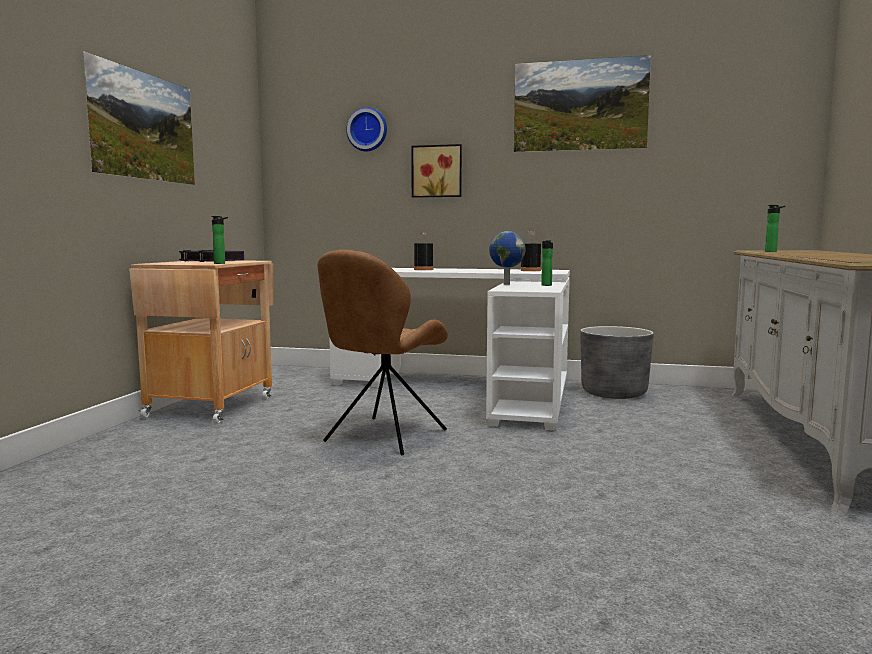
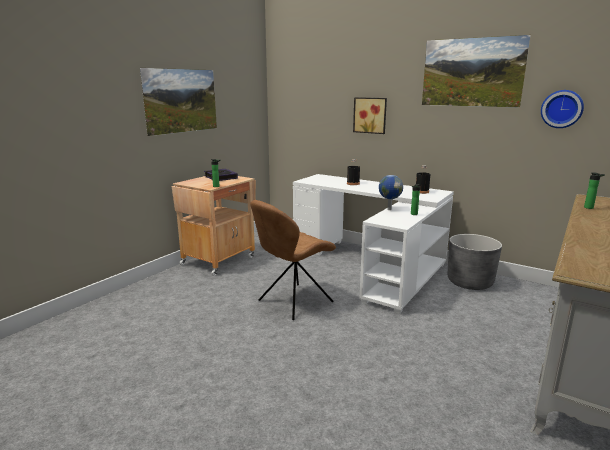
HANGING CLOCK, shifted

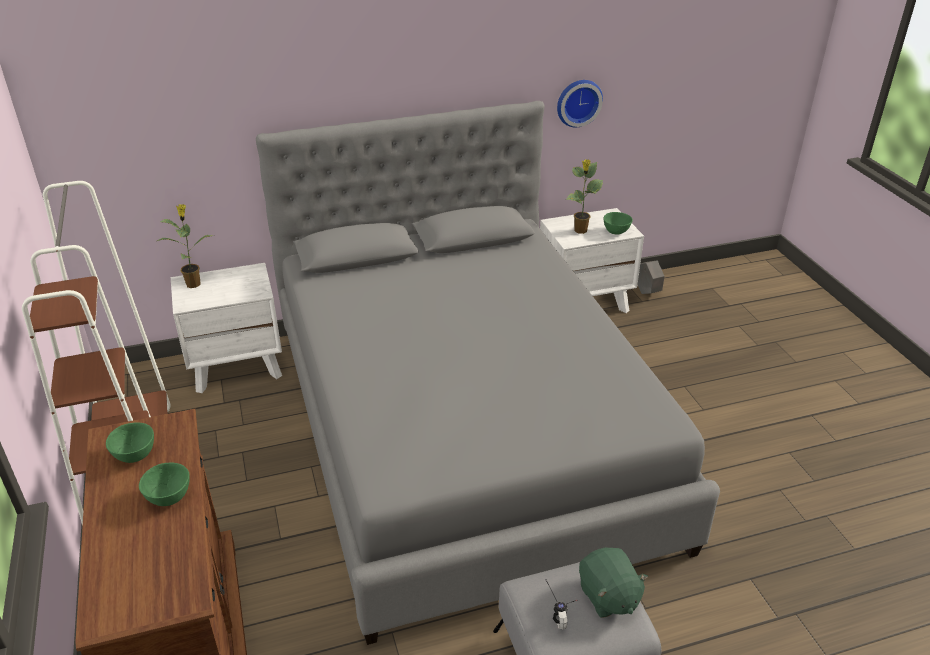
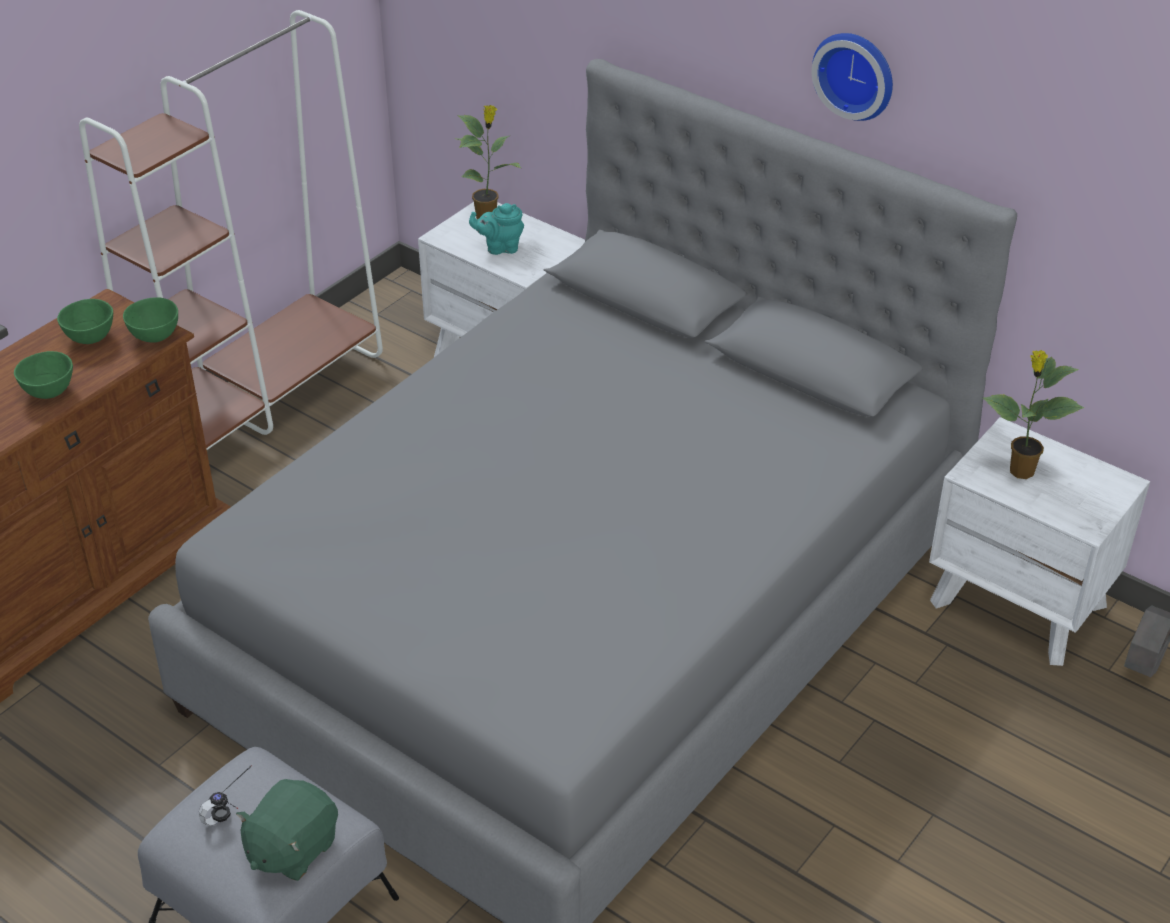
HANGING CLOCK, shifted
GREENISH DEEP DISH (no. 3 from left), shifted
- → TURQUOISE-COLOURED TEAPOT

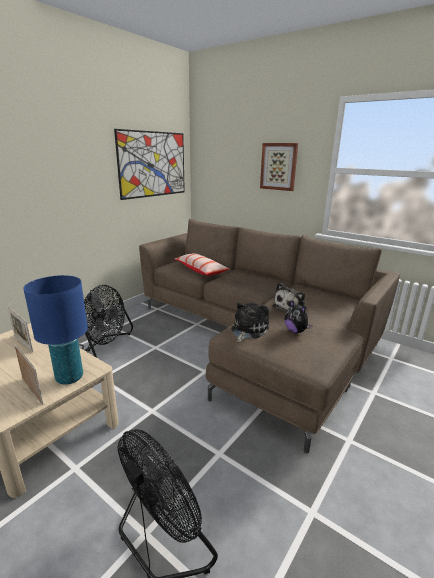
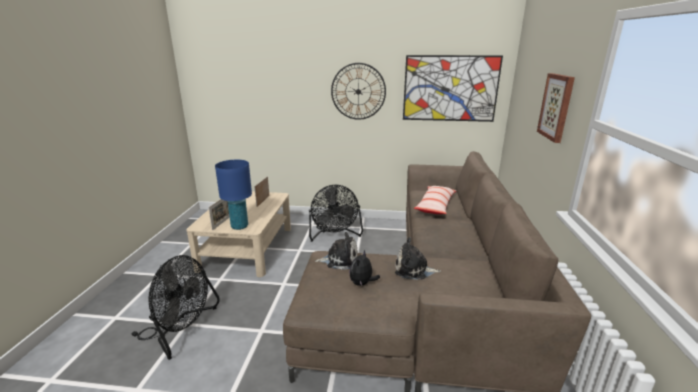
- → HANGING CLOCK

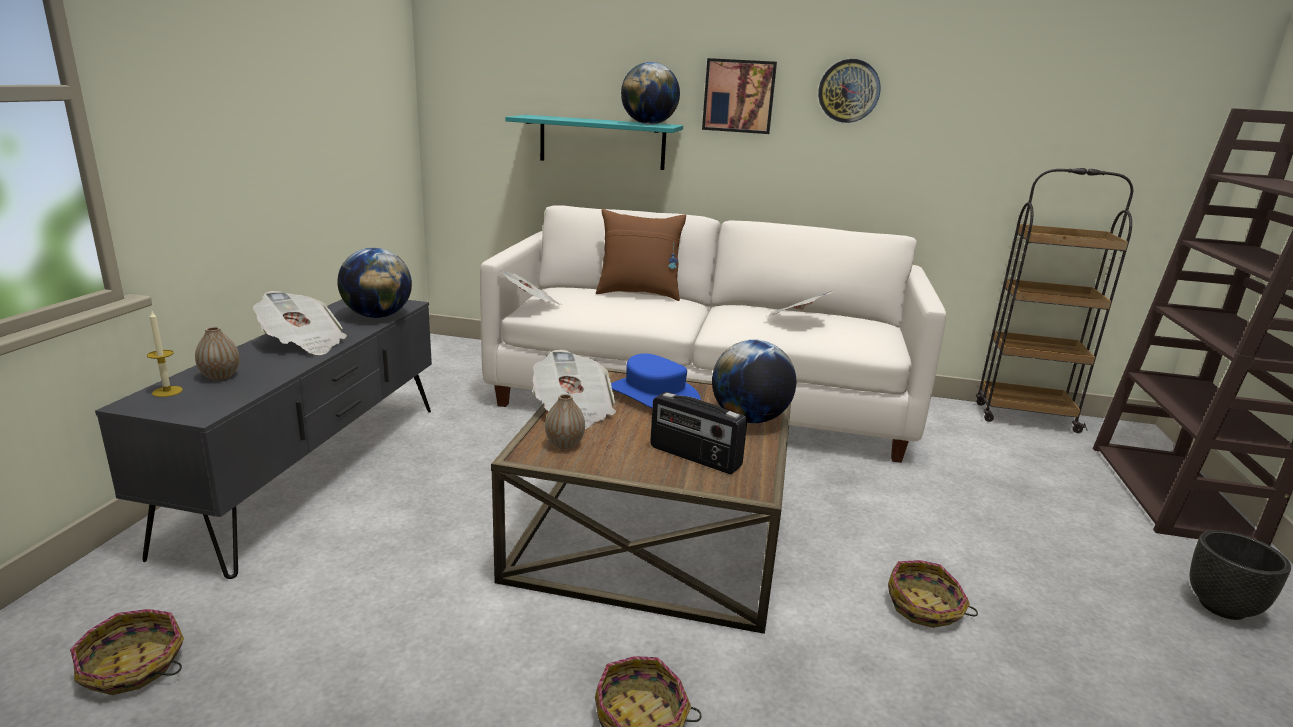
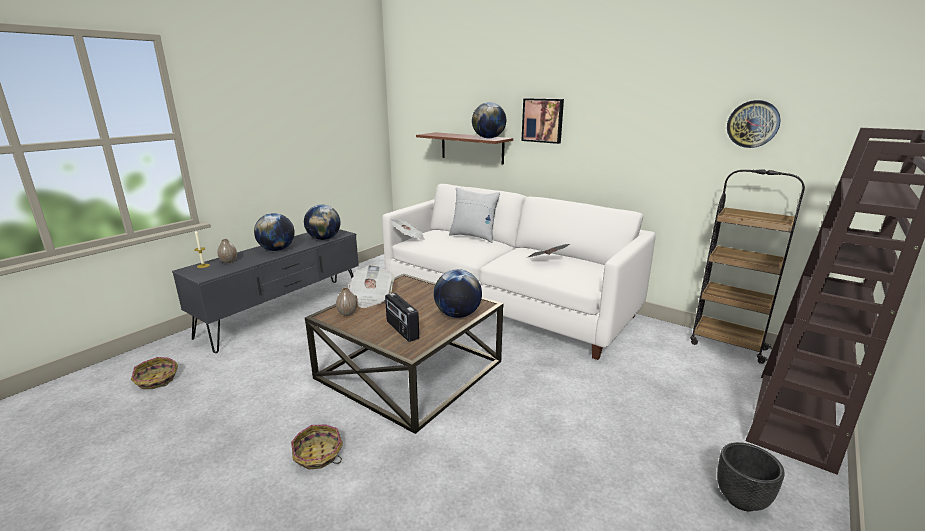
HANGING CLOCK, shifted
TURQUOISE-COLOURED BRACKET SHELF → BROWNISH BRACKET SHELF
BROWNISH THROW PILLOW → GREY THROW PILLOW
DAILY PAPER (no. 1 from left) → DESK GLOBE (no. 1 from left)
BLUE CLOTHING HAT → -
BASKET (no. 3 from left) → -

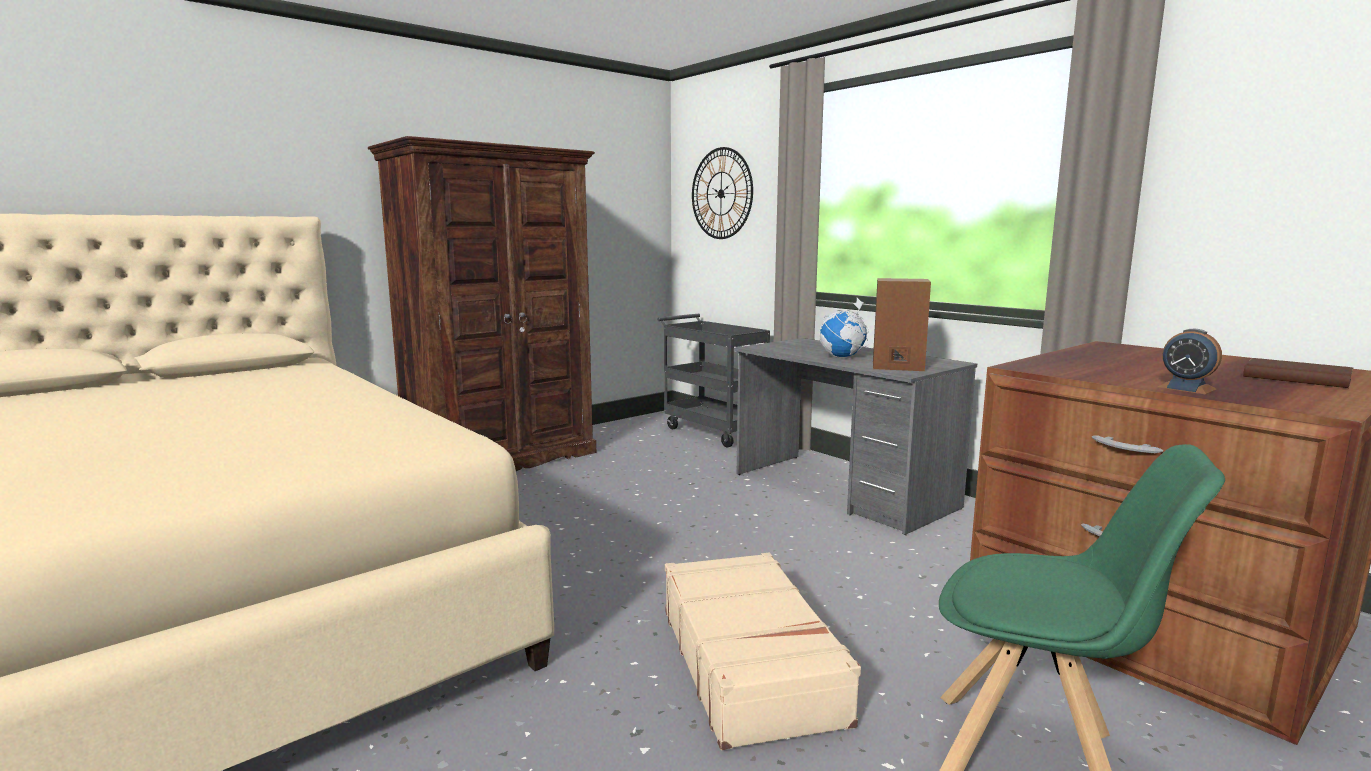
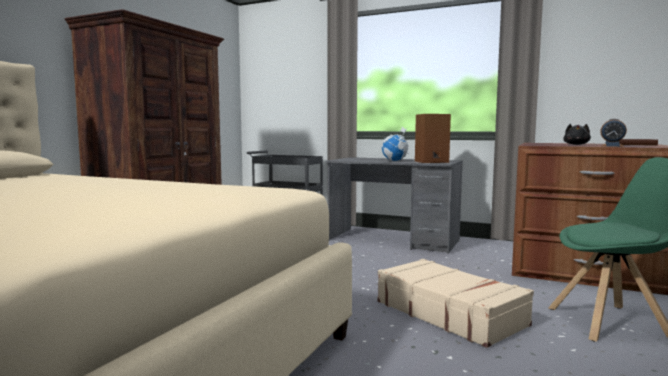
HANGING CLOCK → -
- → BLACK-COLOURED PLUSH TOY

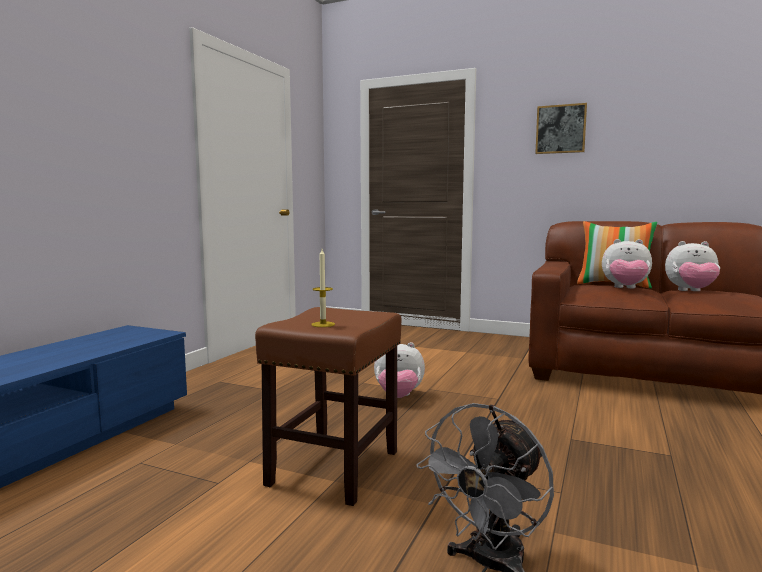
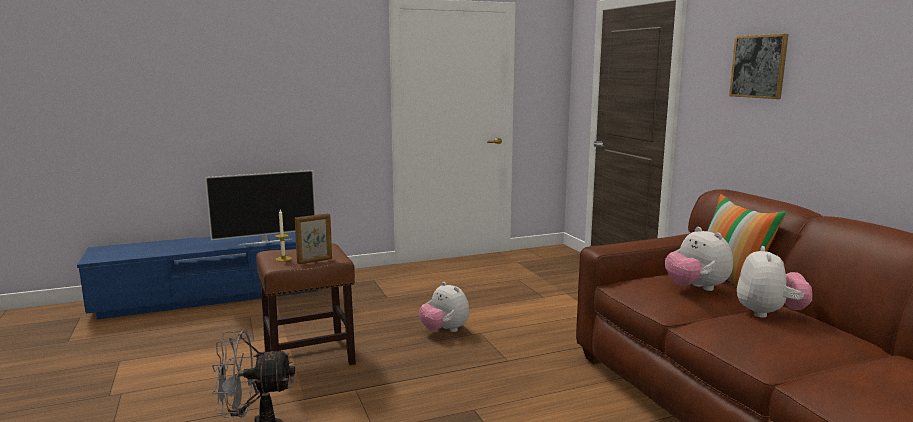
PLUSH TOY (no. 3 from left), 135 degrees counterclockwise
- → TV
- → STANDING FRAME

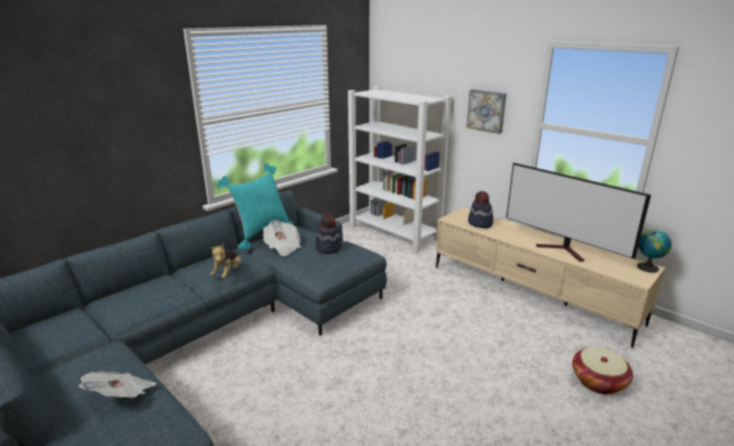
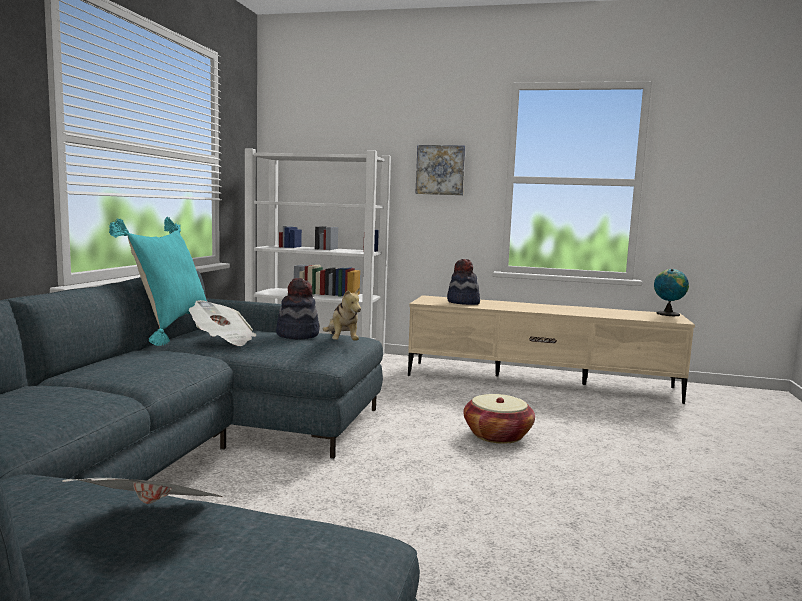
TV → -
PLUSH TOY, shifted
BASKET, shifted

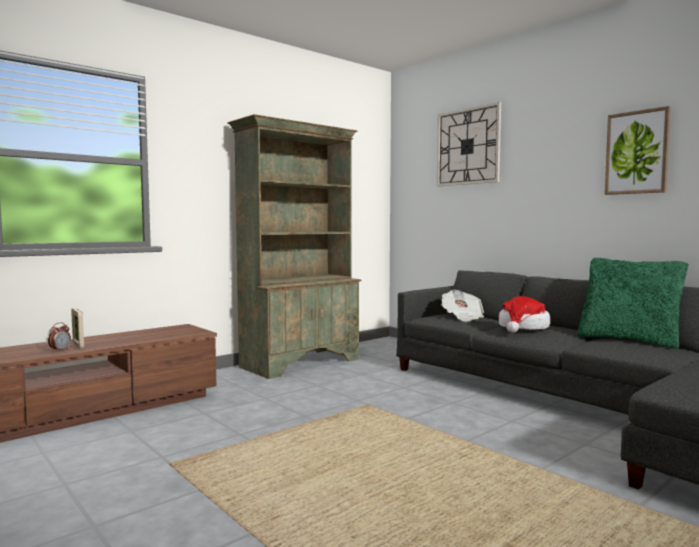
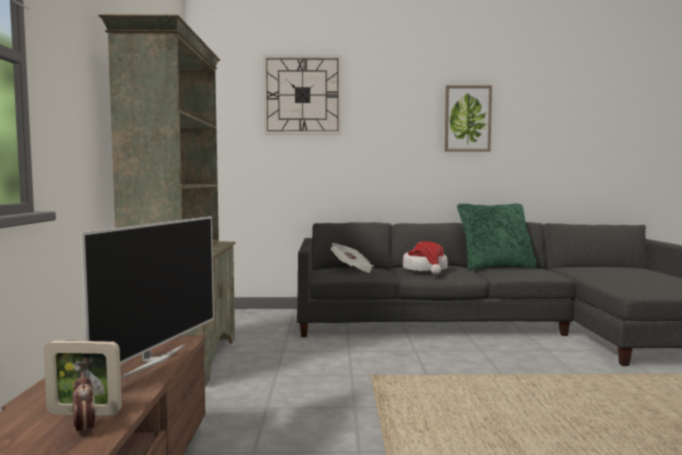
- → TV

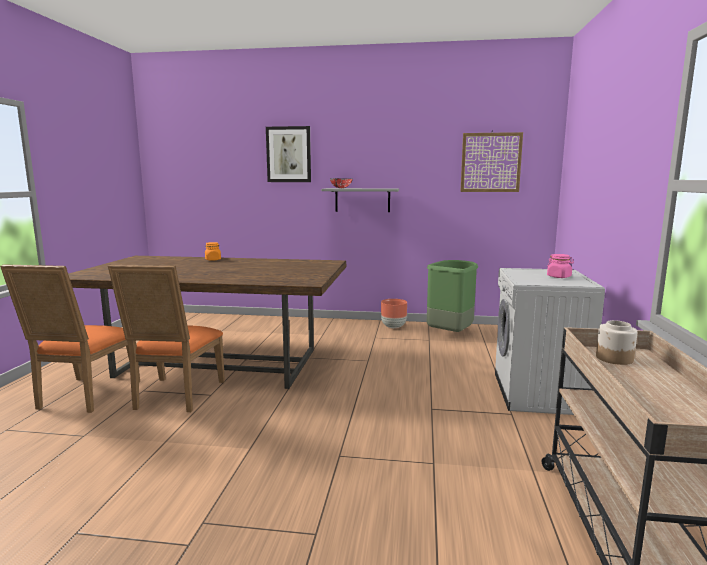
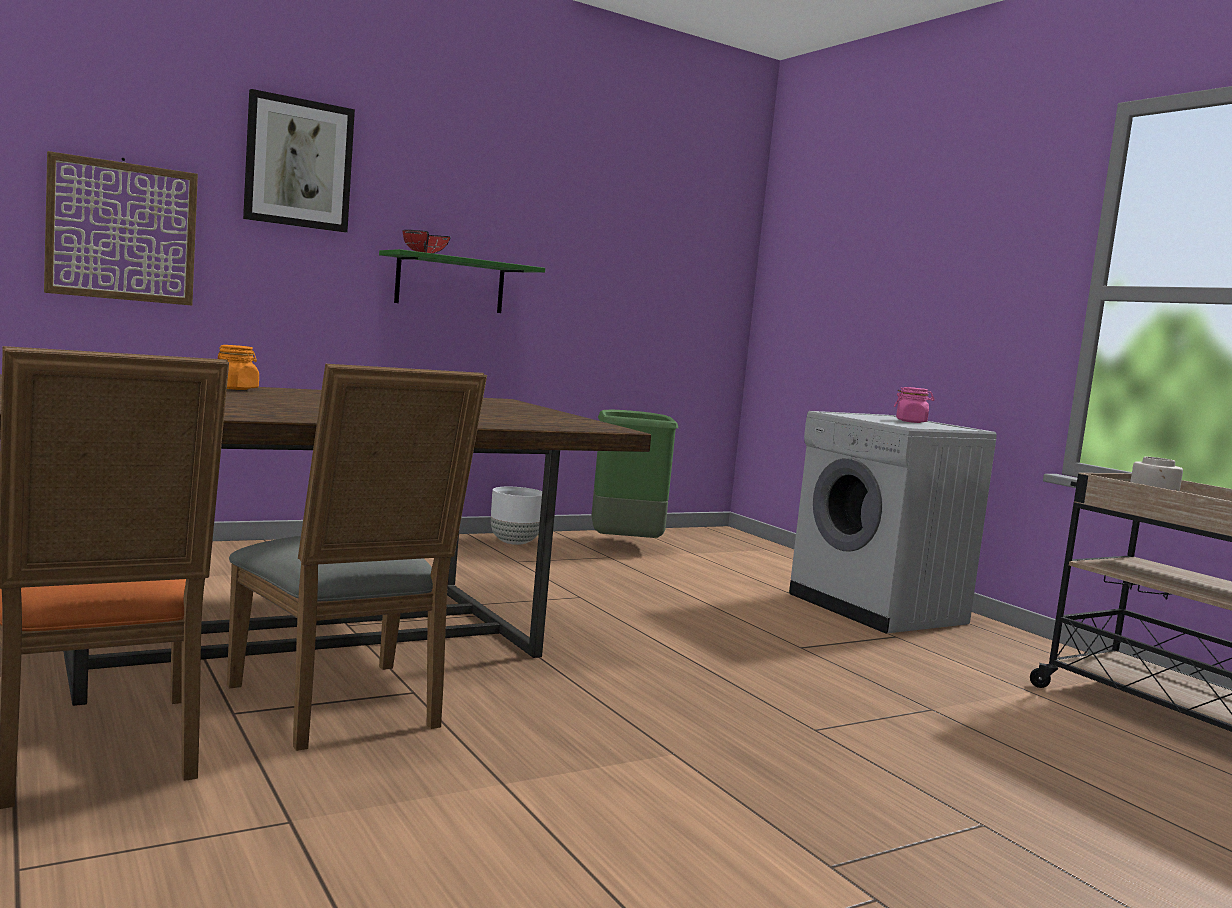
PICTURE (no. 2 from left in the first image) → PICTURE (no. 1 from left), shifted
GREY BRACKET SHELF → GREENISH BRACKET SHELF
ORANGE UPRIGHT CHAIR (no. 2 from left) → GREY UPRIGHT CHAIR
BROWNISH FLOWER POT → WHITISH FLOWER POT

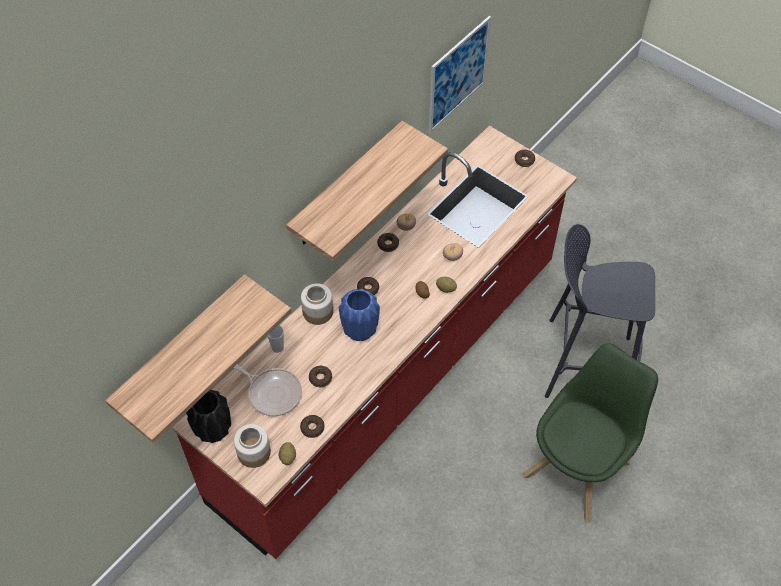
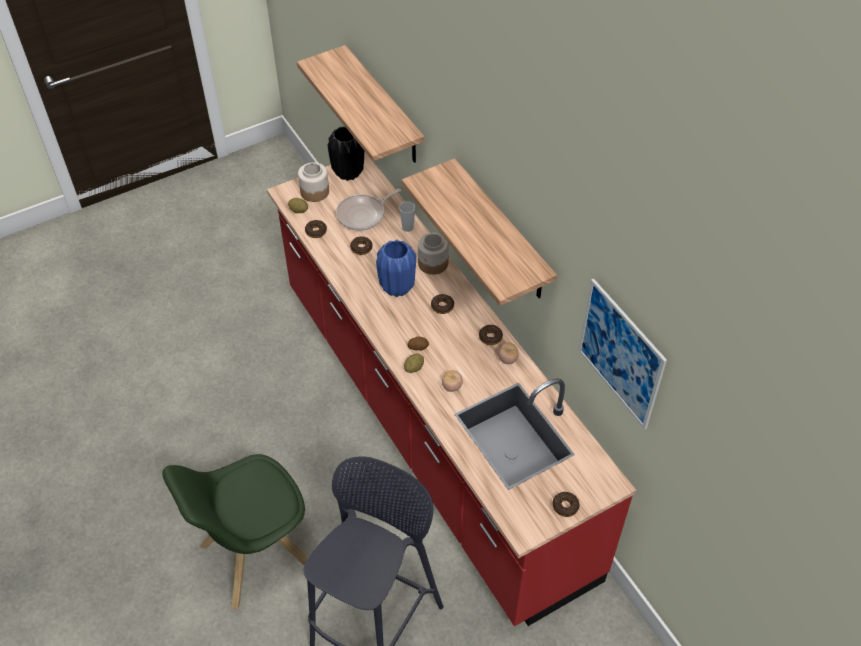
GREENISH UPRIGHT CHAIR, 90 degrees clockwise

